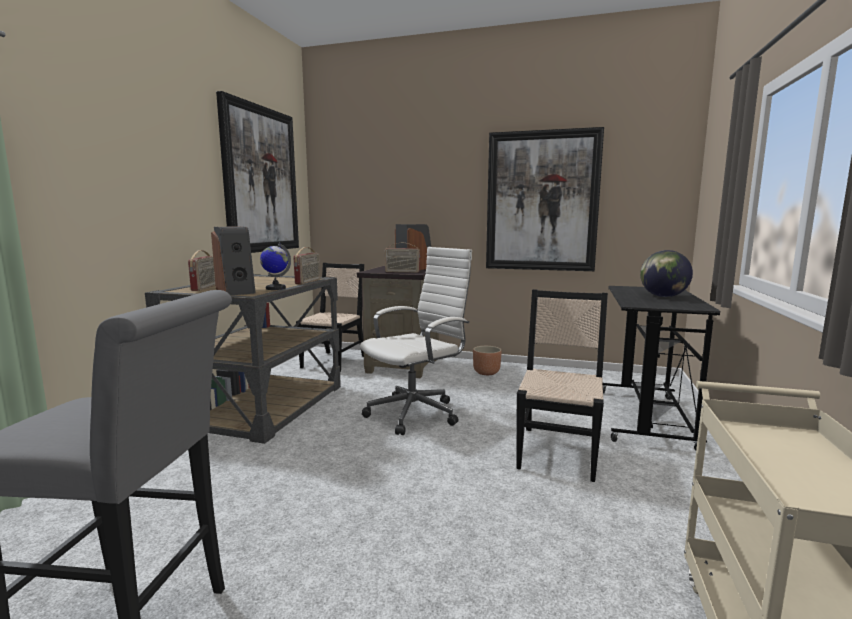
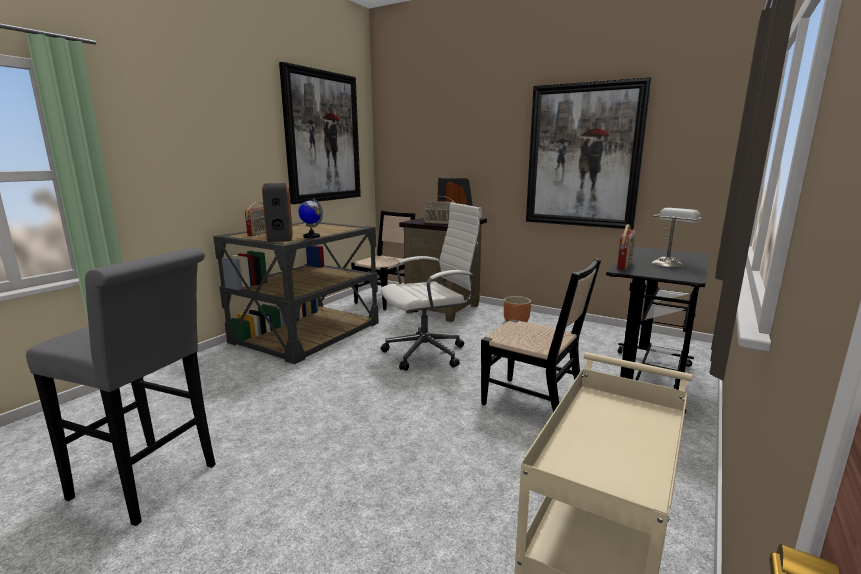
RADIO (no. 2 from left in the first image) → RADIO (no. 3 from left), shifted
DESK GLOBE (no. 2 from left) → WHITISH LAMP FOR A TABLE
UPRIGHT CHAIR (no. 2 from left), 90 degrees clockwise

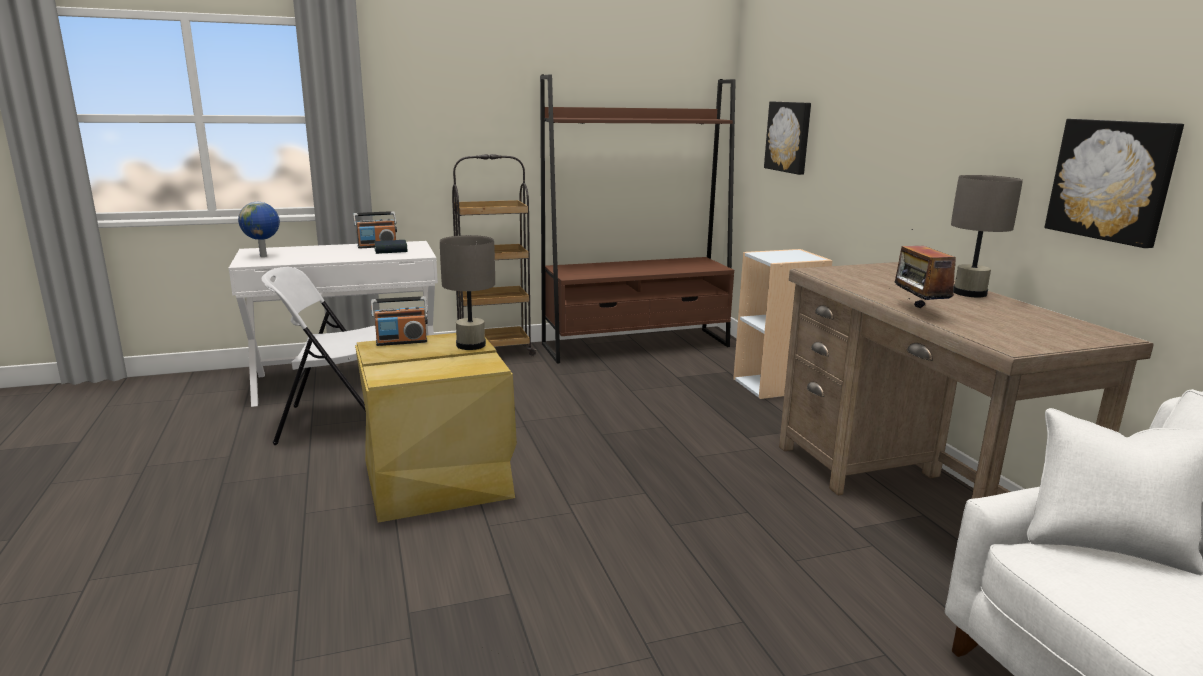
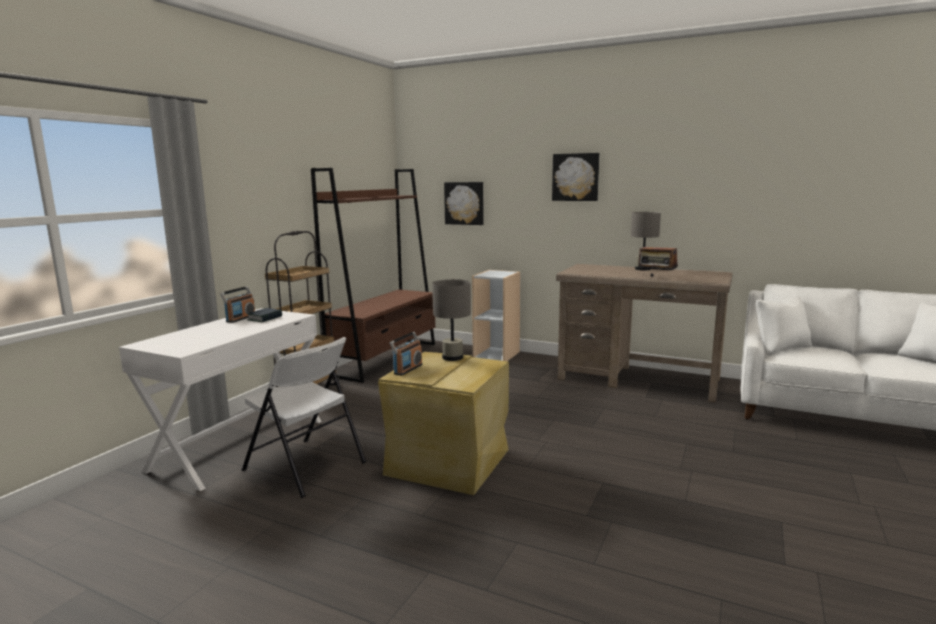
PICTURE (no. 2 from left), shifted
DESK GLOBE → -
WHITISH UPRIGHT CHAIR, 90 degrees counterclockwise

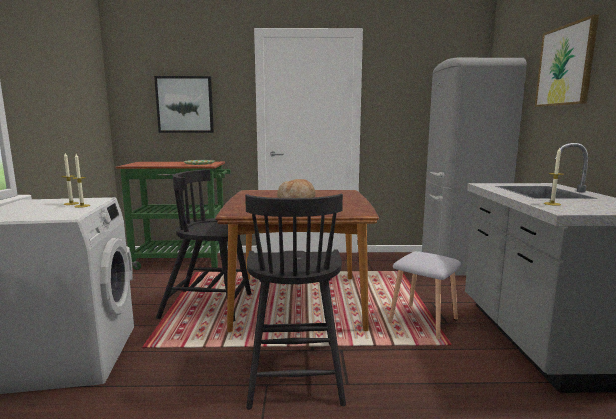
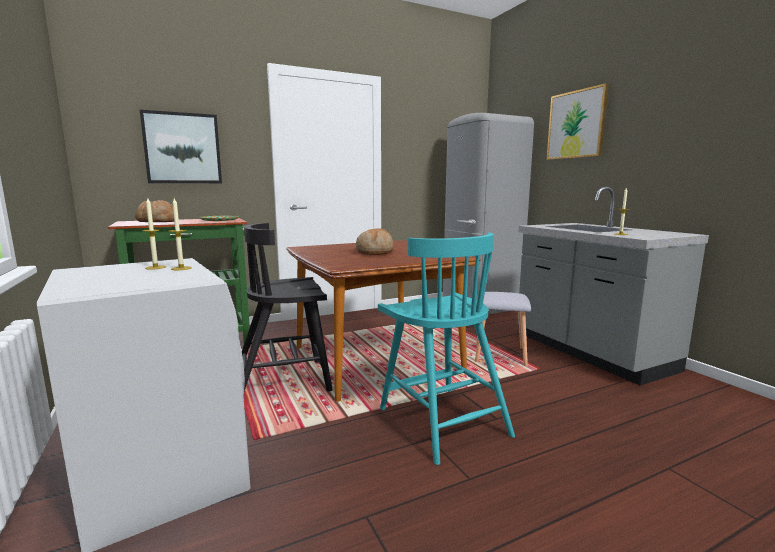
BLACK-COLOURED UPRIGHT CHAIR (no. 2 from left) → TURQUOISE-COLOURED UPRIGHT CHAIR
- → BAKERY BREAD (no. 1 from left)

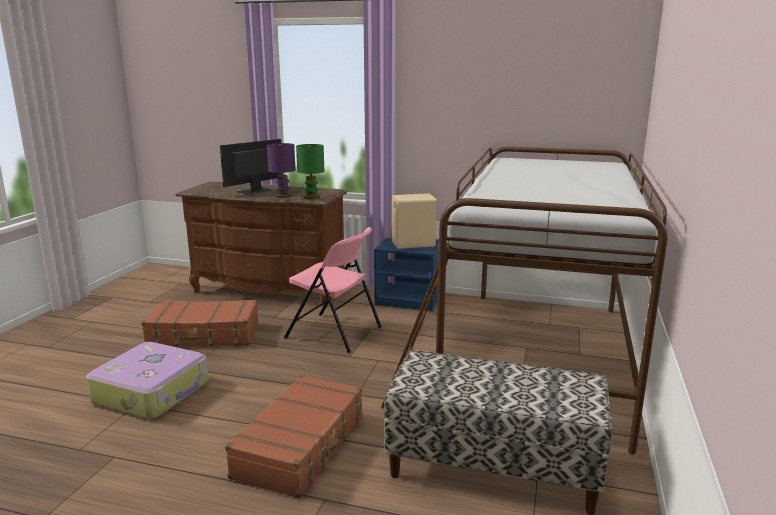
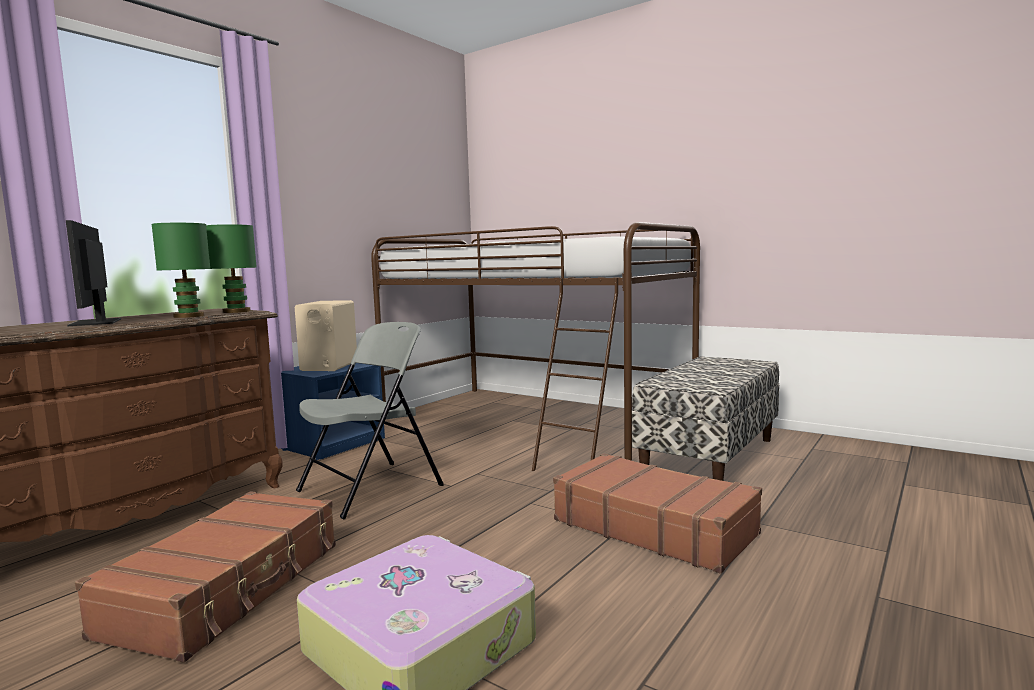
PURPLE-COLOURED LAMP FOR A TABLE → GREENISH LAMP FOR A TABLE (no. 1 from left)
PINK-COLOURED UPRIGHT CHAIR → GREY UPRIGHT CHAIR

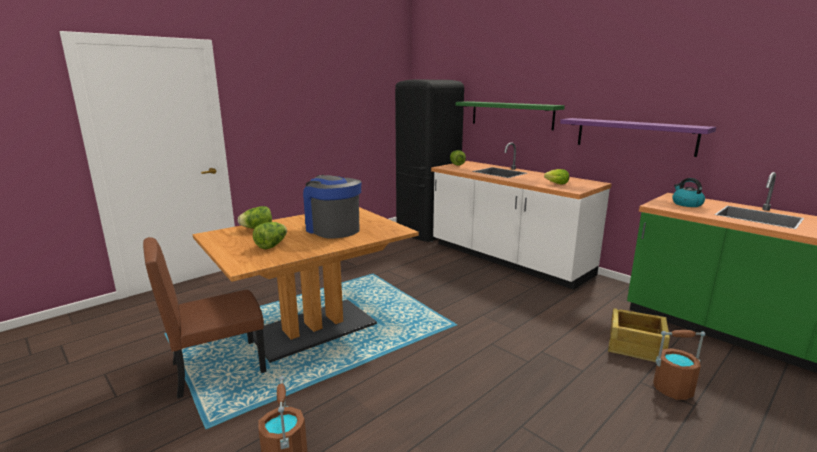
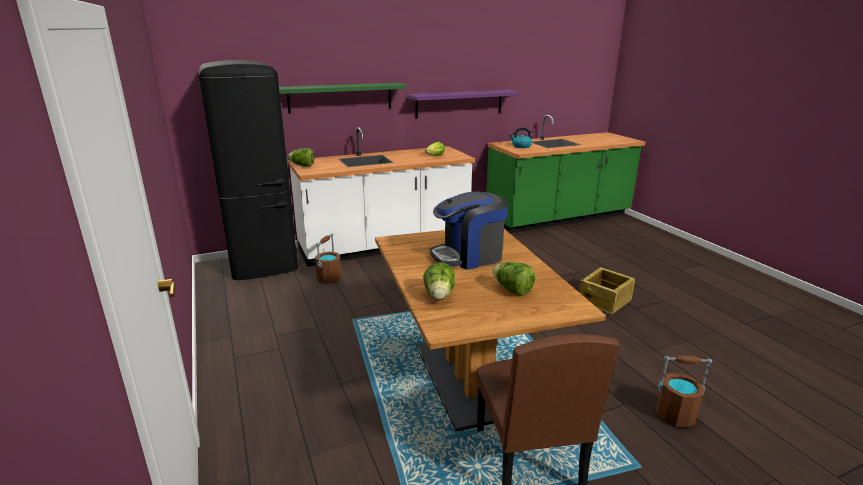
CRATE, shifted
BROWNISH PAIL (no. 2 from left in the first image) → BROWNISH PAIL (no. 1 from left), shifted

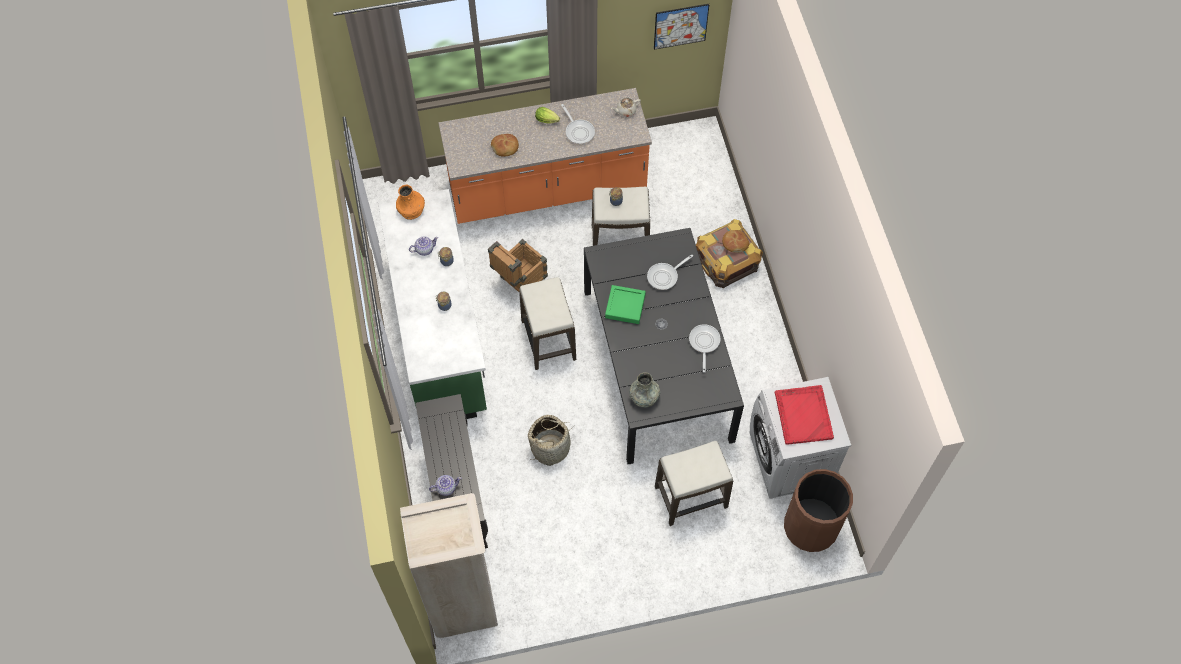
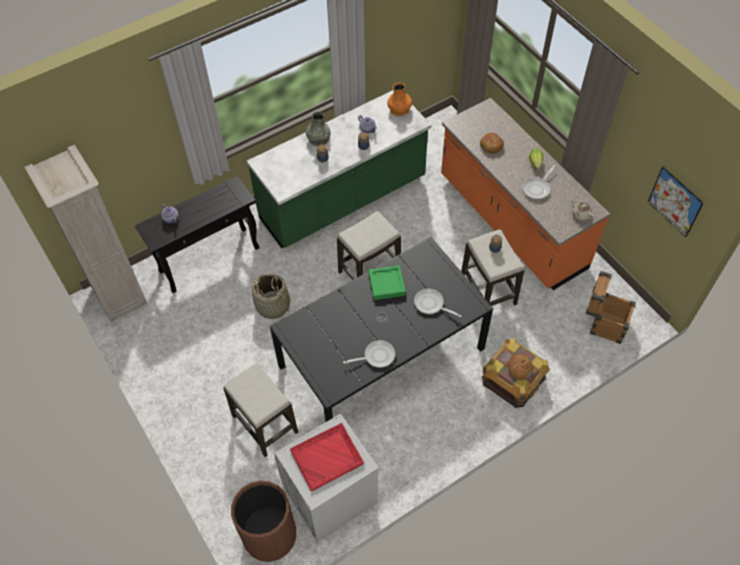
CRATE (no. 1 from left in the first image) → CRATE (no. 2 from left), shifted
GREY FLOWER VASE, shifted

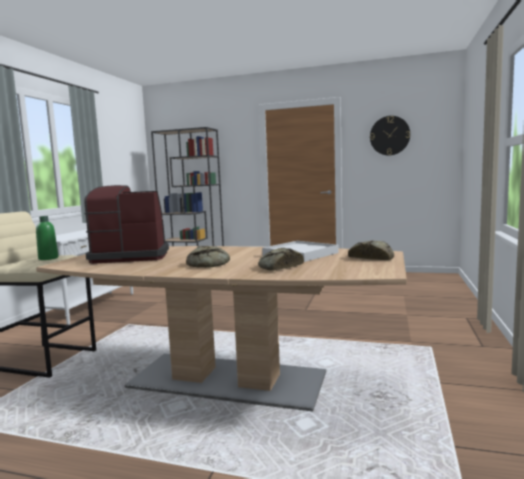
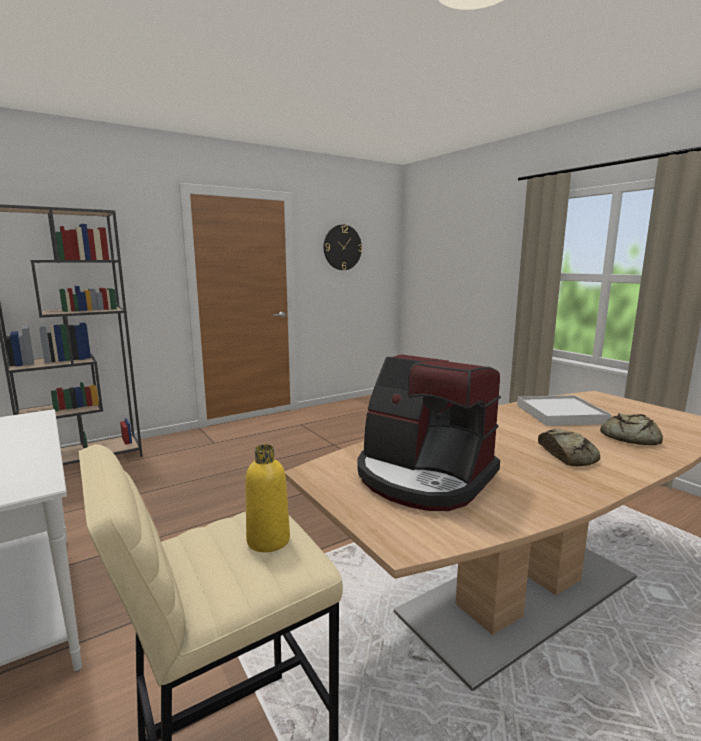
COFFEE MAKER, 90 degrees counterclockwise
GREENISH BEVERAGE BOTTLE → YELLOWISH BEVERAGE BOTTLE
BAKERY BREAD (no. 3 from left) → -

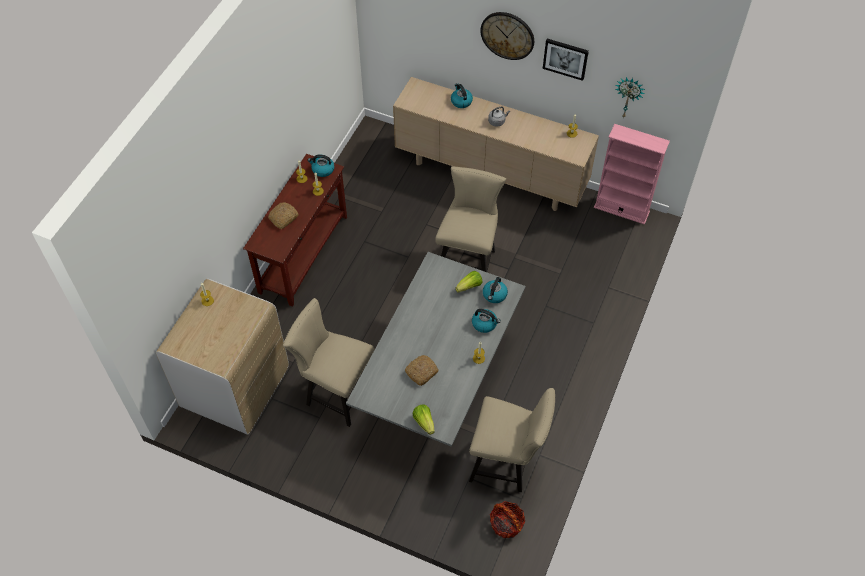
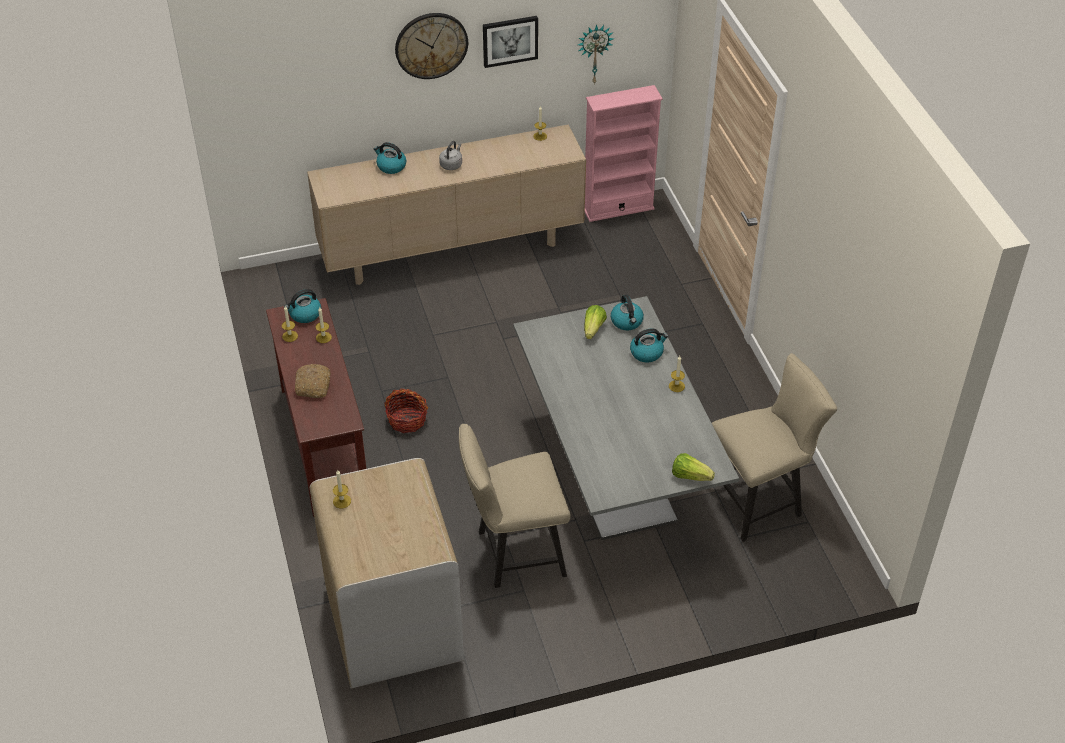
BEIGE UPRIGHT CHAIR (no. 2 from left) → -
BAKERY BREAD (no. 2 from left) → -
BASKET, shifted

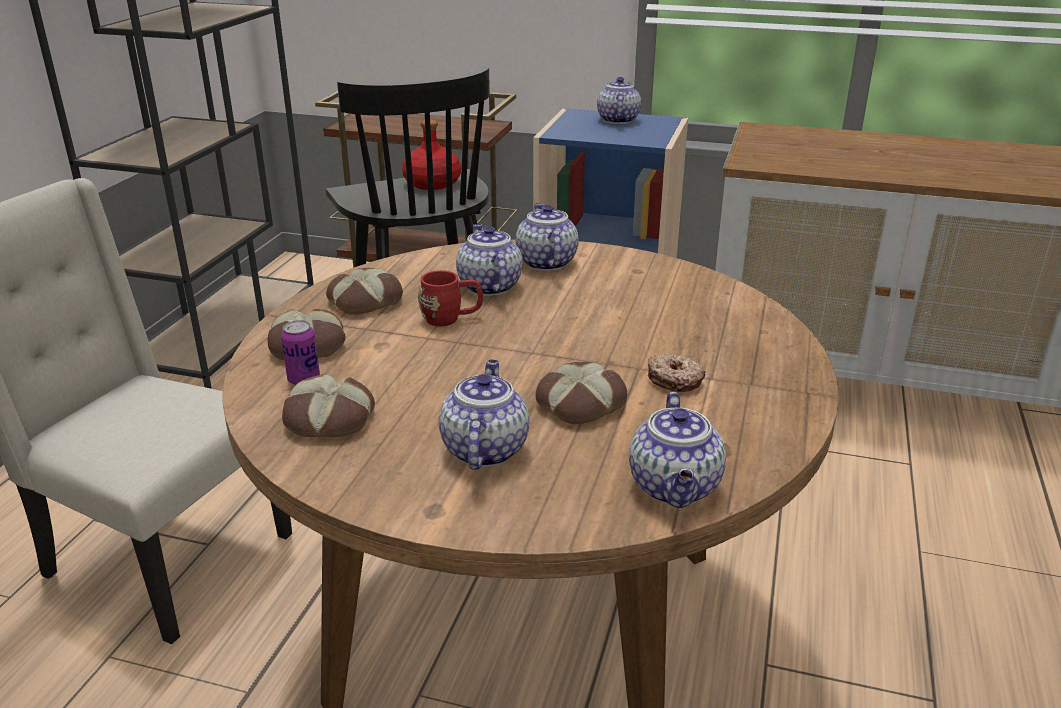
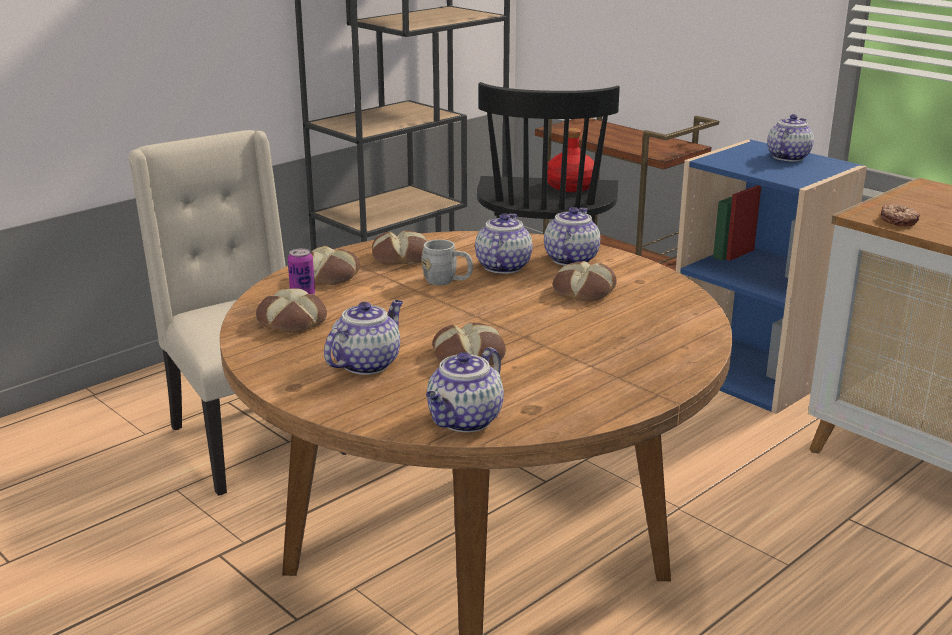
RED TEA MUG → GREY TEA MUG
DONUT, shifted
- → BAKERY BREAD (no. 5 from left)

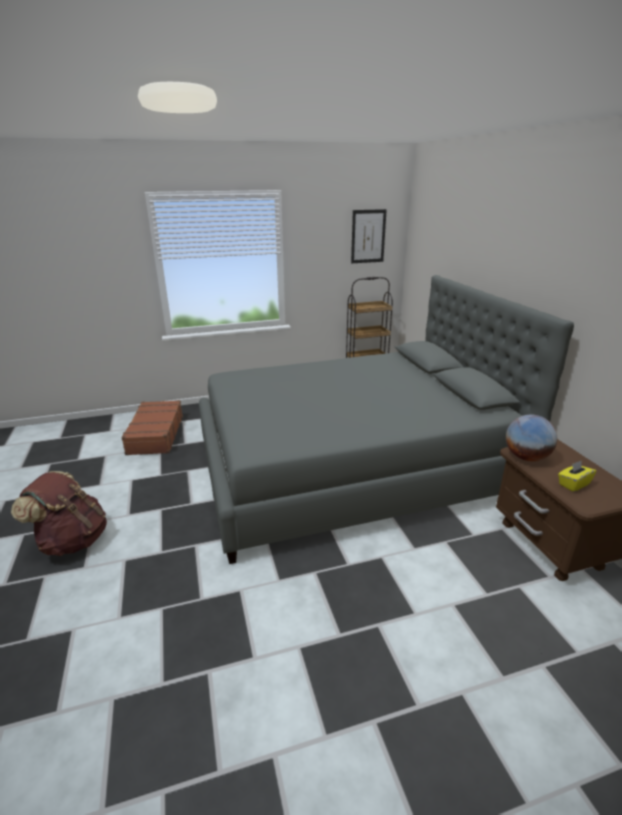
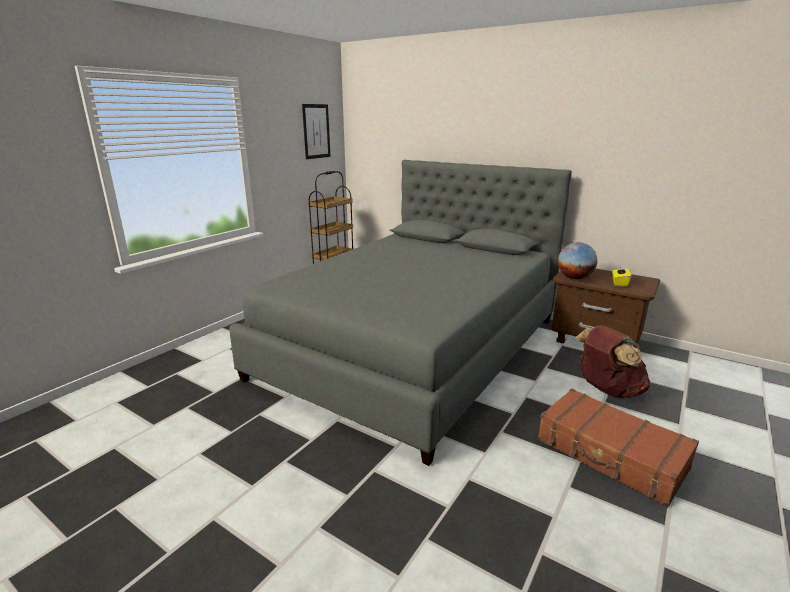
BROWNISH PIECE OF LUGGAGE, shifted
BROWNISH BACKPACK, shifted

